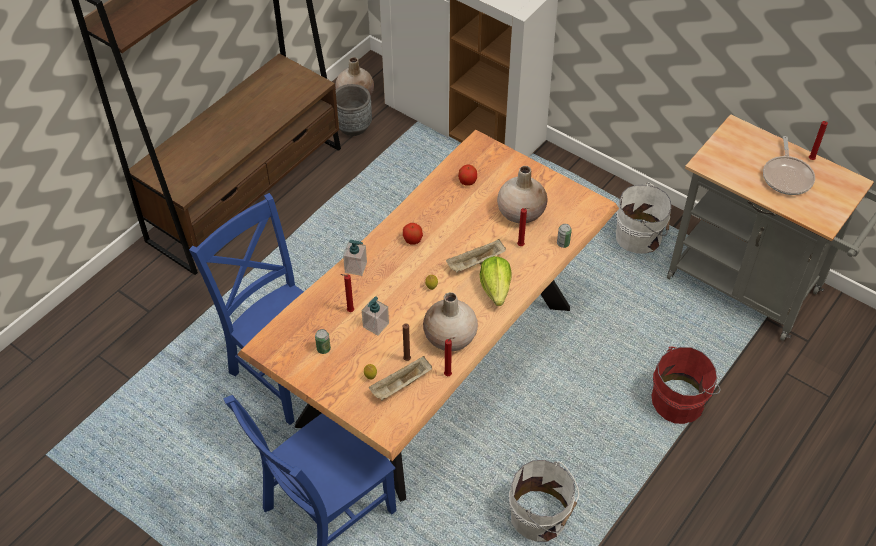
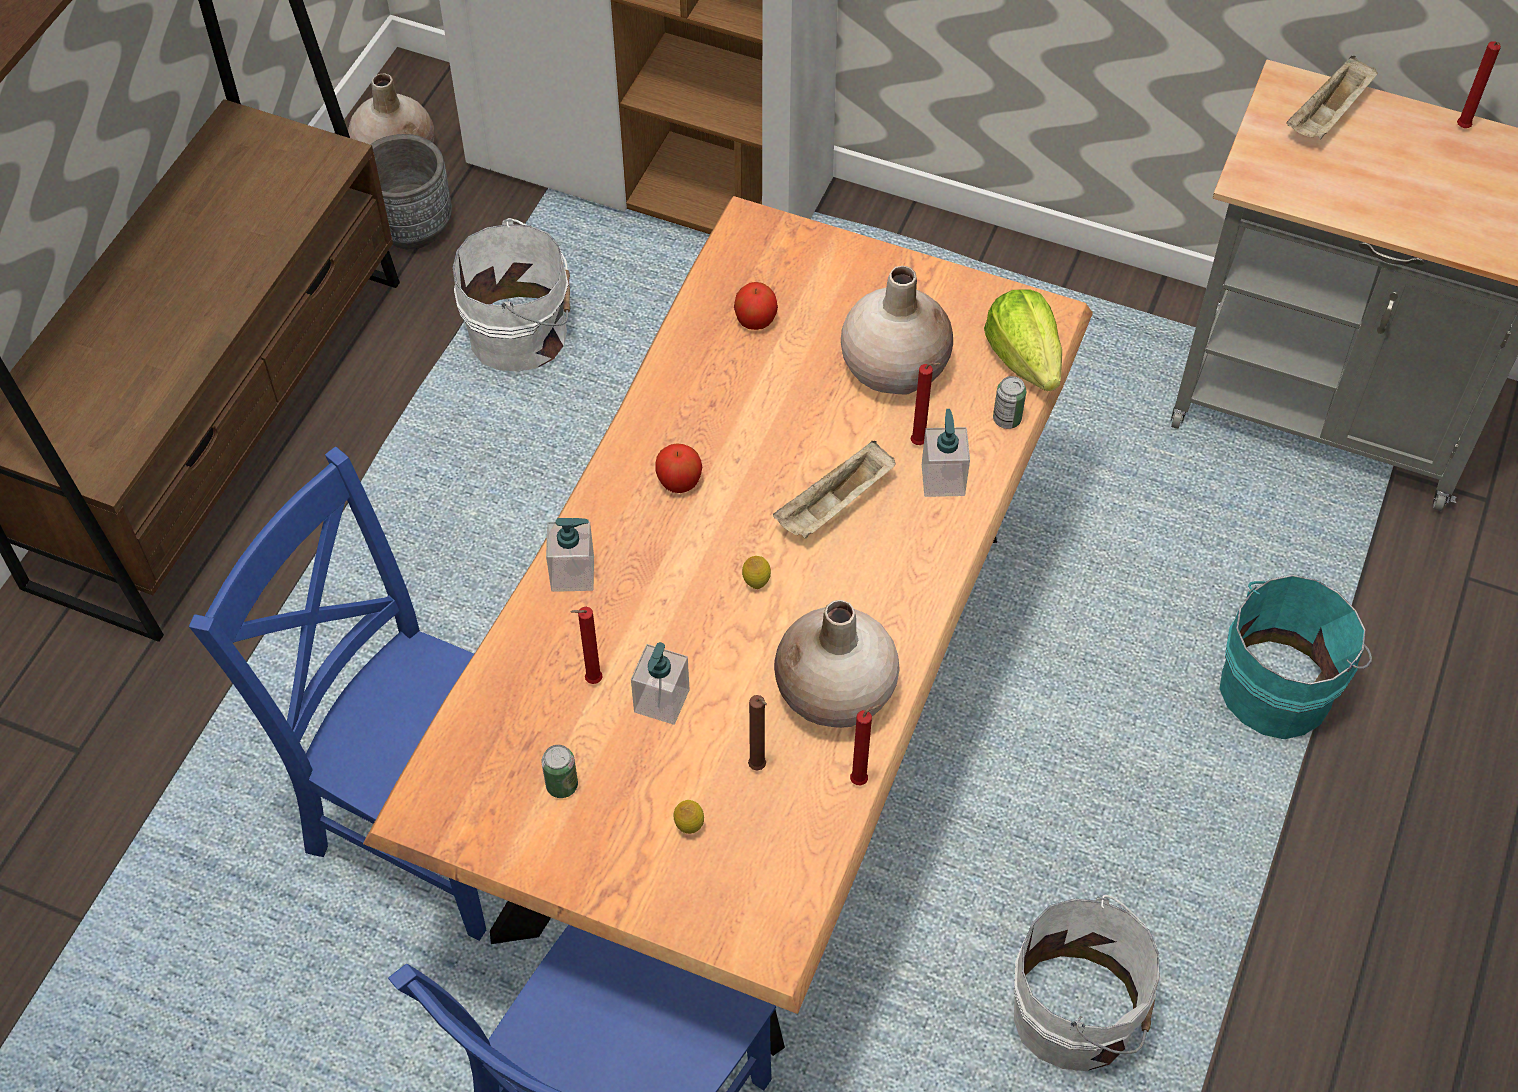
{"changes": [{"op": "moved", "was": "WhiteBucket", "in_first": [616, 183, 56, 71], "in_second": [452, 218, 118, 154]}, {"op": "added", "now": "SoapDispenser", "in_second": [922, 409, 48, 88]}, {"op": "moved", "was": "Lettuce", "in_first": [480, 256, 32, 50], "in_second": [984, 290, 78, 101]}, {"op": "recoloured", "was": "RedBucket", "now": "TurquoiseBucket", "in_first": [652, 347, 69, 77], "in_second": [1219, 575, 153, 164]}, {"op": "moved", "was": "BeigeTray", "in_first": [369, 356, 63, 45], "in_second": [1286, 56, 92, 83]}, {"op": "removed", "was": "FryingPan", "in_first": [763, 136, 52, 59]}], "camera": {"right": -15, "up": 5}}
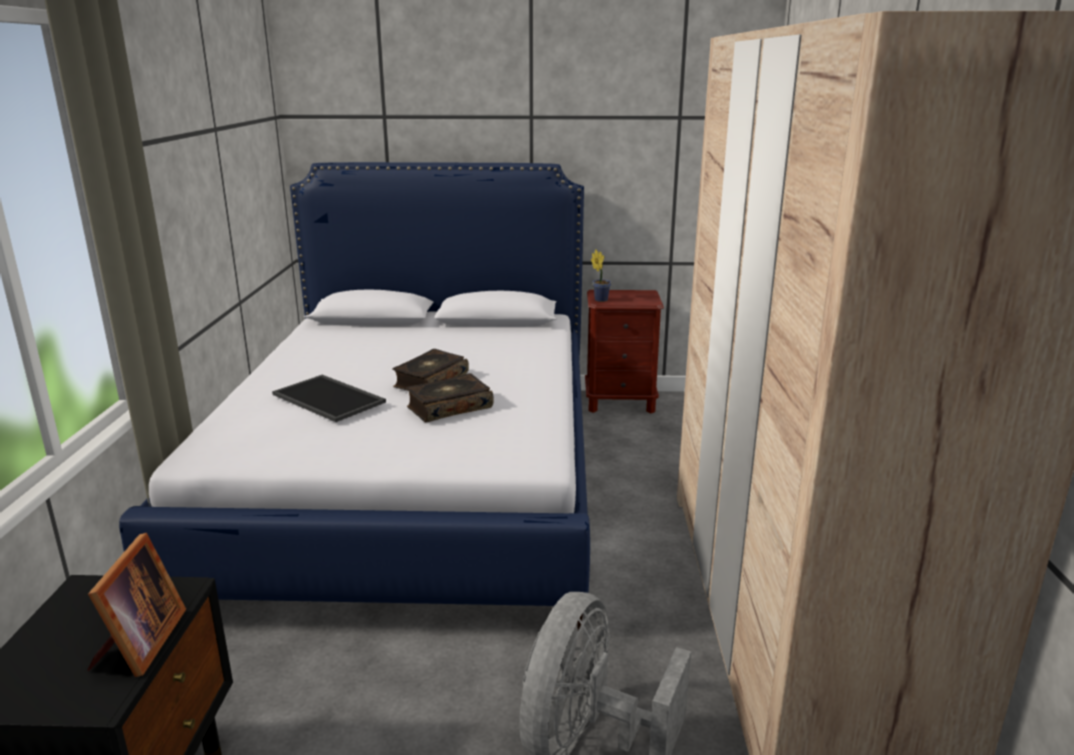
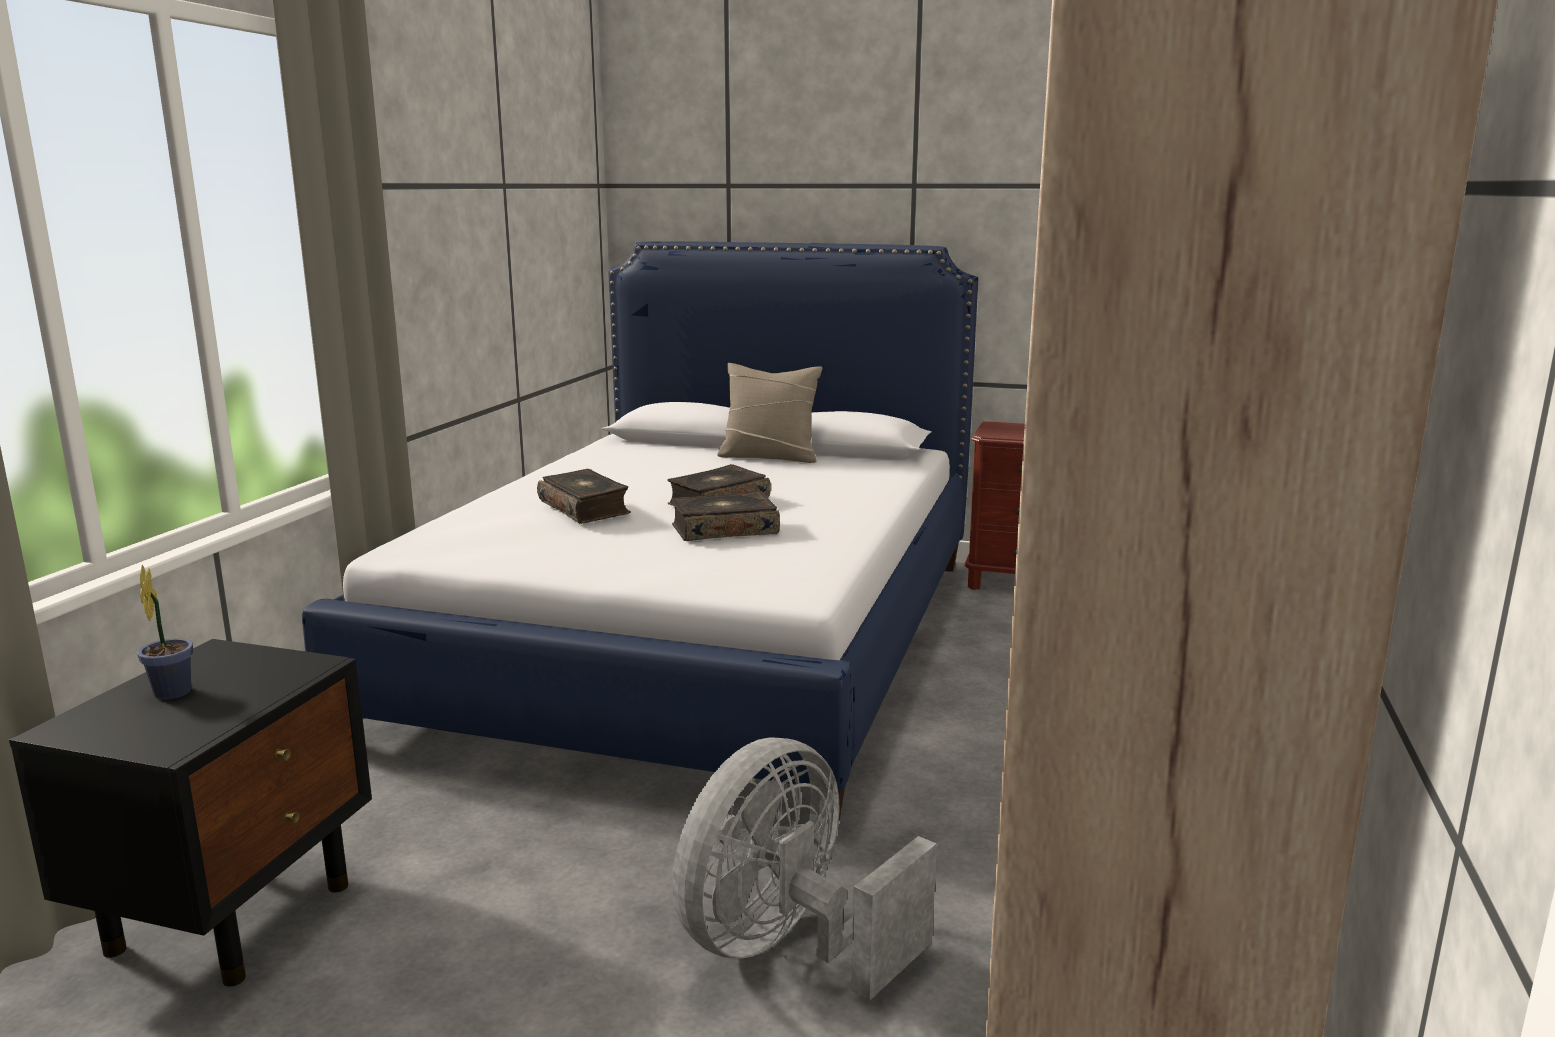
{"changes": [{"op": "moved", "was": "PottedPlant", "in_first": [591, 250, 20, 52], "in_second": [137, 565, 56, 135]}, {"op": "replaced", "was": "Tray", "now": "Book", "in_first": [272, 375, 114, 47], "in_second": [537, 469, 94, 55]}, {"op": "added", "now": "BeigePillow", "in_second": [717, 363, 105, 100]}, {"op": "removed", "was": "PictureFrame", "in_first": [88, 533, 98, 144]}], "camera": {"right": 15, "up": -5}}
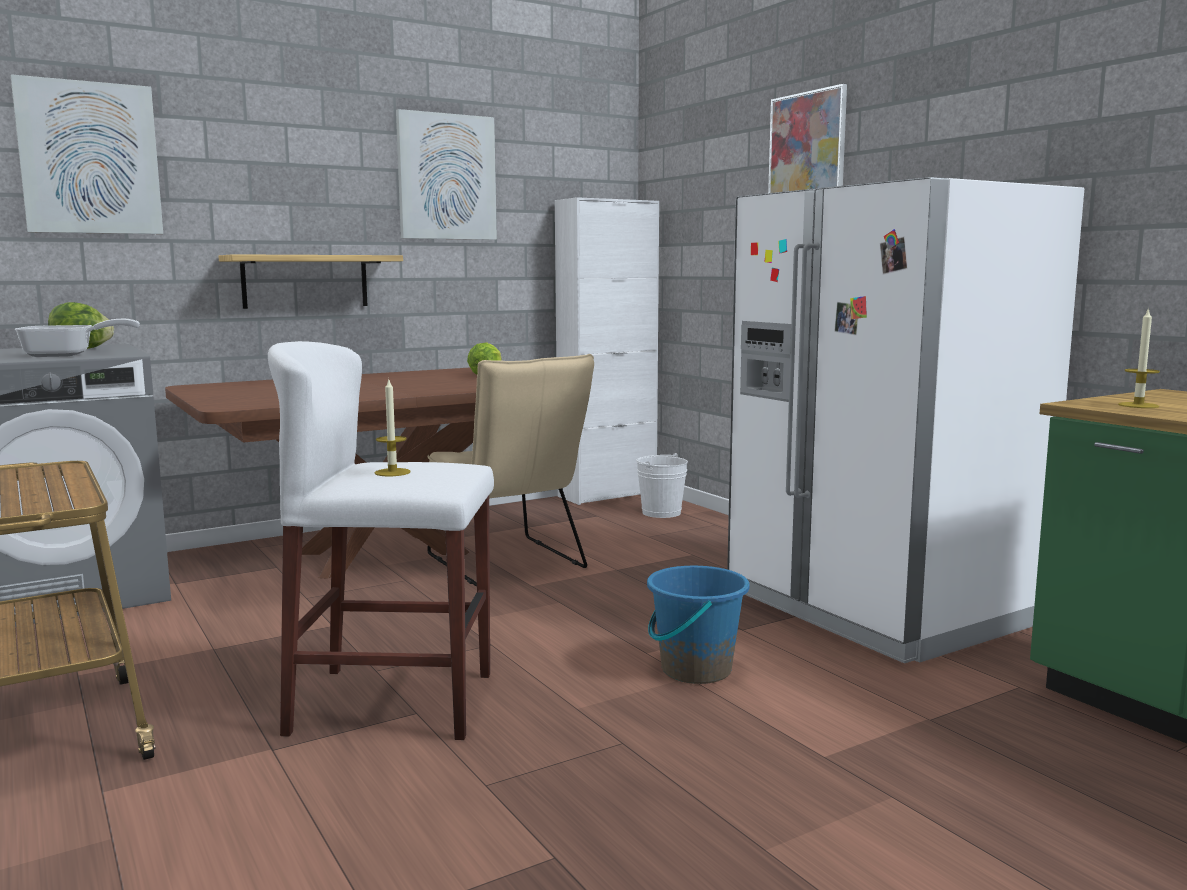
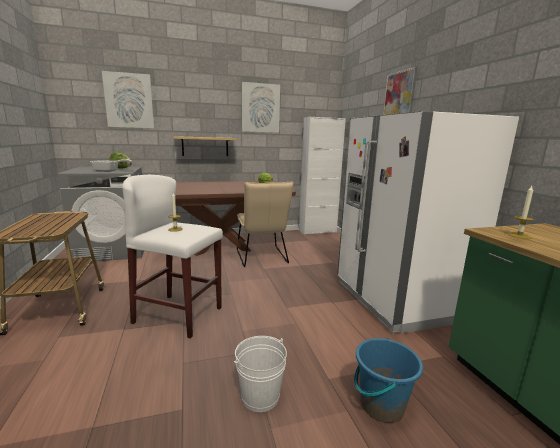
{"changes": [{"op": "moved", "was": "WhiteBucket", "in_first": [636, 453, 52, 65], "in_second": [234, 336, 53, 76]}, {"op": "moved", "was": "BlueBucket", "in_first": [647, 565, 103, 119], "in_second": [354, 338, 69, 85]}], "camera": {"right": 15, "up": 5}}
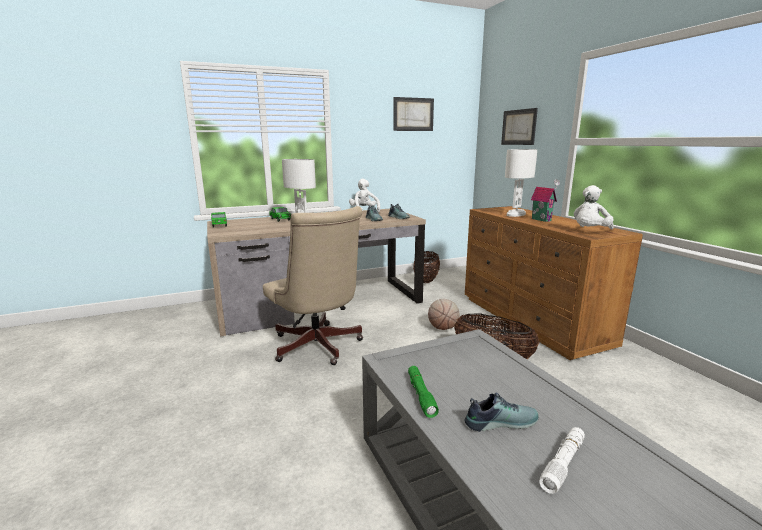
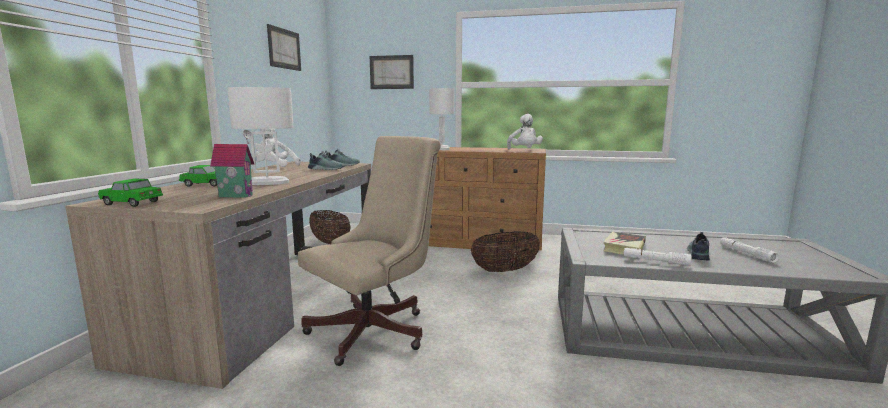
{"changes": [{"op": "moved", "was": "ToyHouse", "in_first": [531, 179, 29, 43], "in_second": [210, 130, 44, 68]}, {"op": "turned", "was": "BeigeOfficeChair", "in_first": [263, 206, 100, 159], "in_second": [298, 136, 143, 230], "clockwise": -45}, {"op": "added", "now": "Book", "in_second": [603, 232, 43, 23]}, {"op": "recoloured", "was": "GreenFlashlight", "now": "WhiteFlashlight", "in_first": [408, 366, 31, 52], "in_second": [624, 248, 67, 18]}, {"op": "removed", "was": "Basketball", "in_first": [428, 299, 32, 31]}], "camera": {"right": -55, "up": -5}}
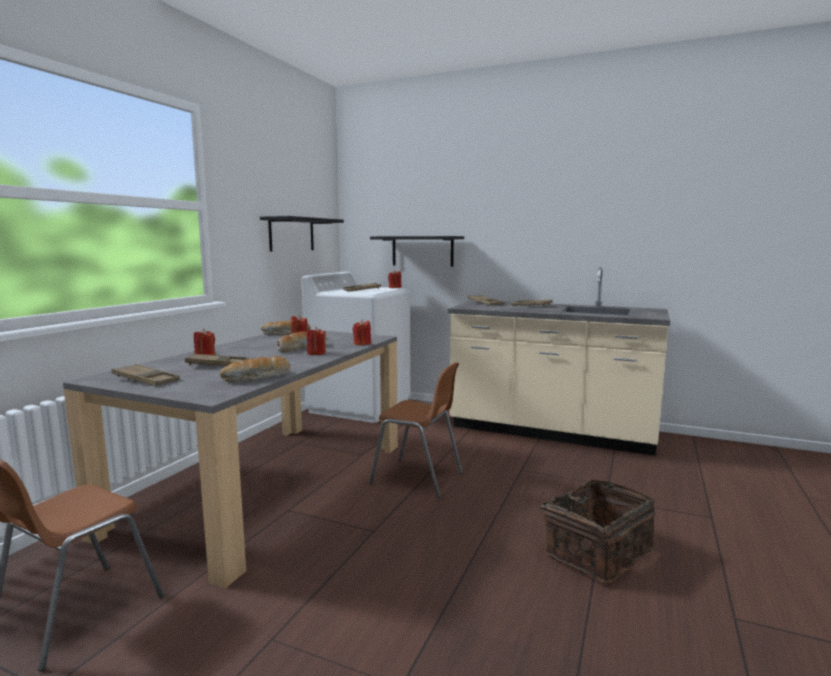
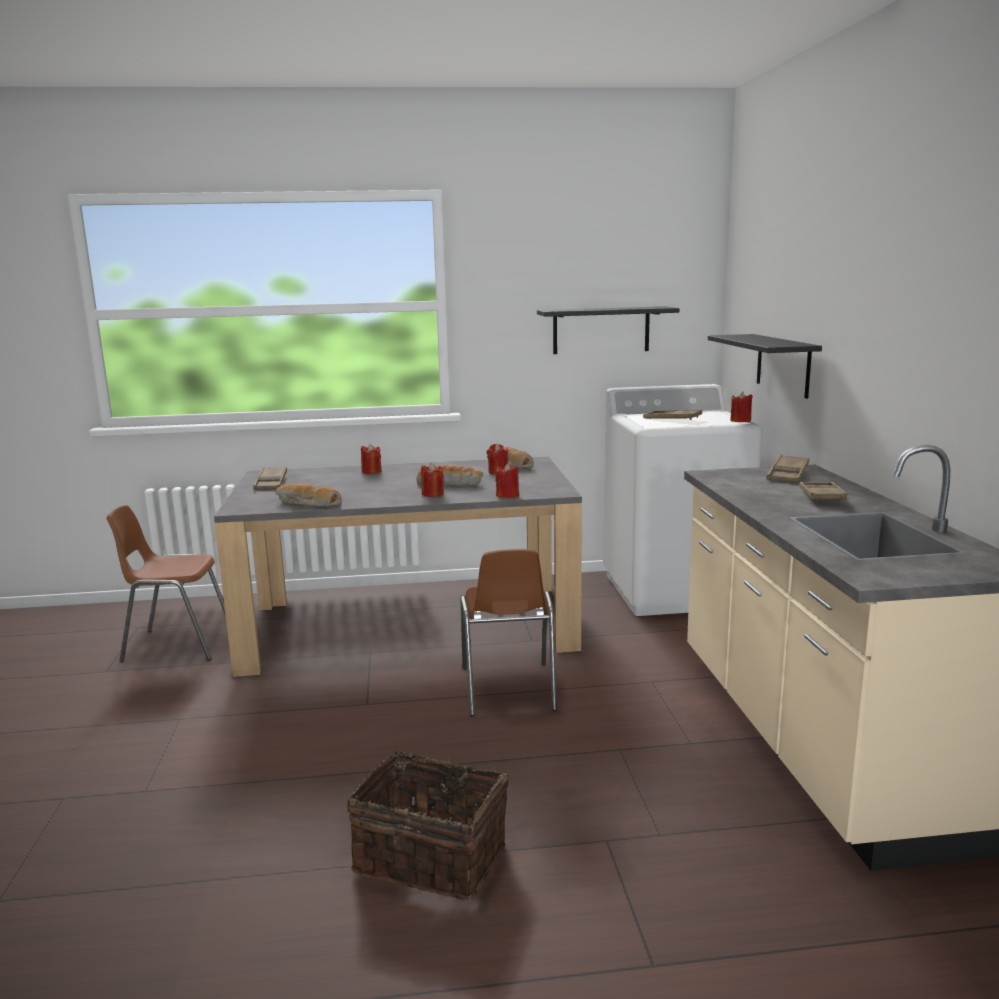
{"changes": [{"op": "removed", "was": "BrownTray", "in_first": [185, 354, 64, 12]}], "camera": {"right": 60, "up": 5}}
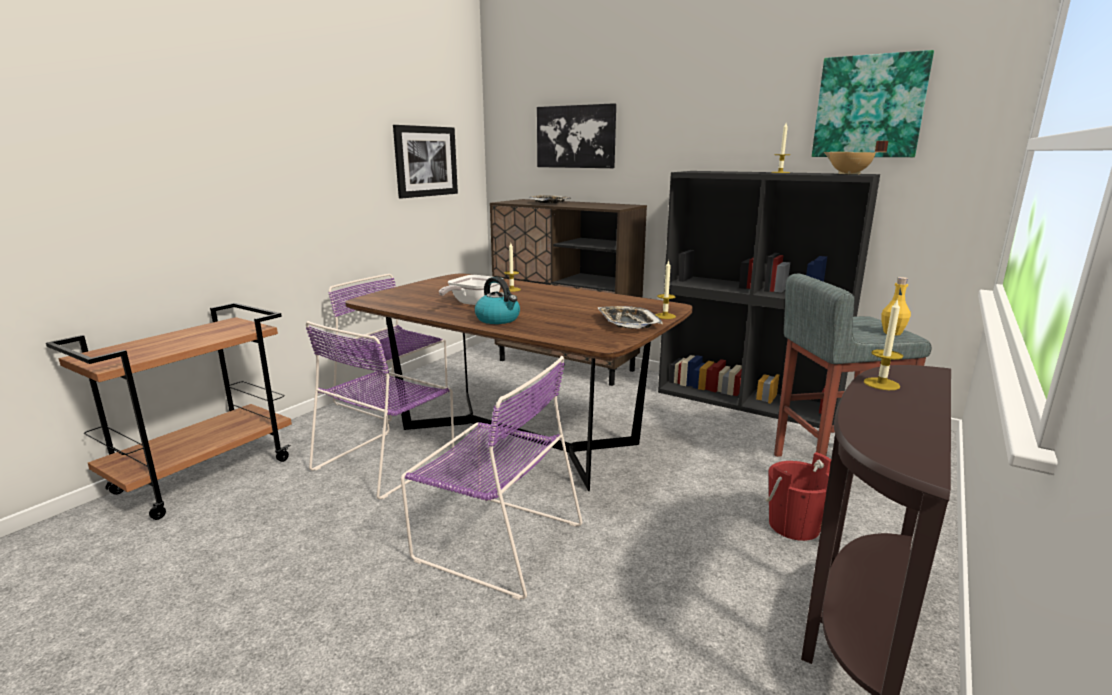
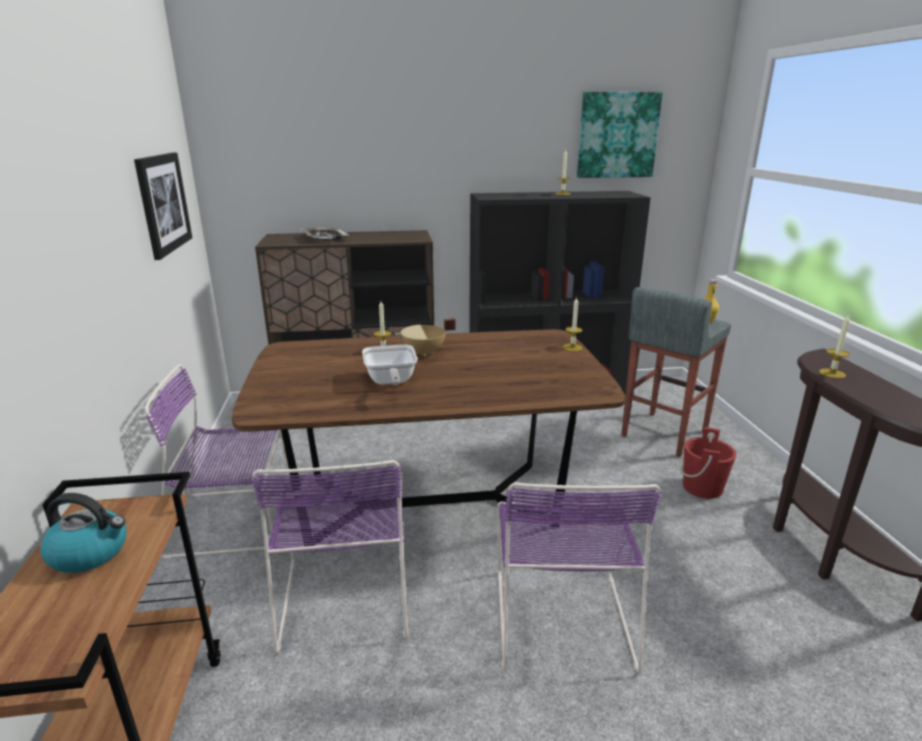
{"changes": [{"op": "moved", "was": "Kettle", "in_first": [475, 277, 45, 47], "in_second": [40, 493, 86, 80]}, {"op": "moved", "was": "BeigeCookingPot", "in_first": [824, 141, 64, 34], "in_second": [395, 318, 61, 39]}, {"op": "turned", "was": "PurpleChair", "in_first": [401, 356, 181, 244], "in_second": [497, 482, 164, 191], "clockwise": 105}, {"op": "removed", "was": "Picture", "in_first": [537, 103, 79, 65]}, {"op": "removed", "was": "Tray", "in_first": [598, 306, 65, 23]}], "camera": {"right": -40, "up": 5}}
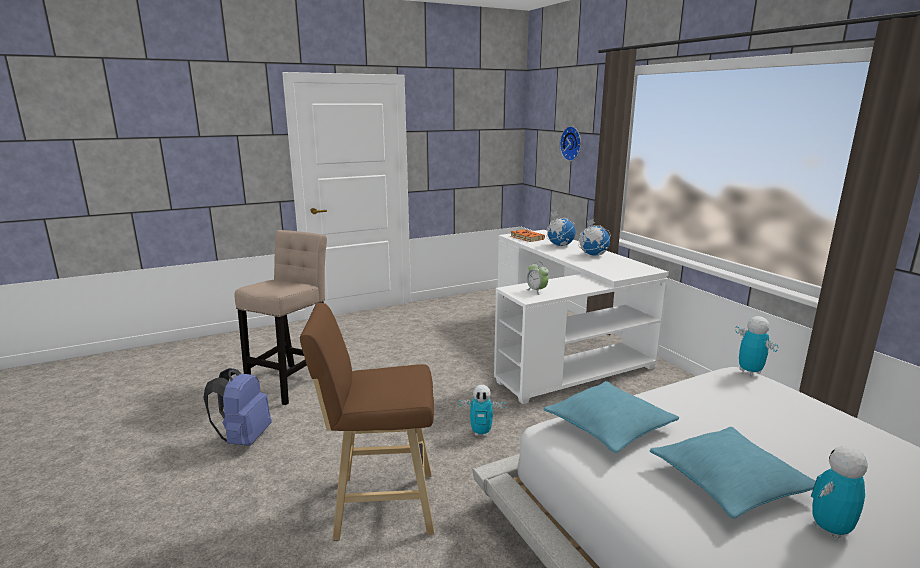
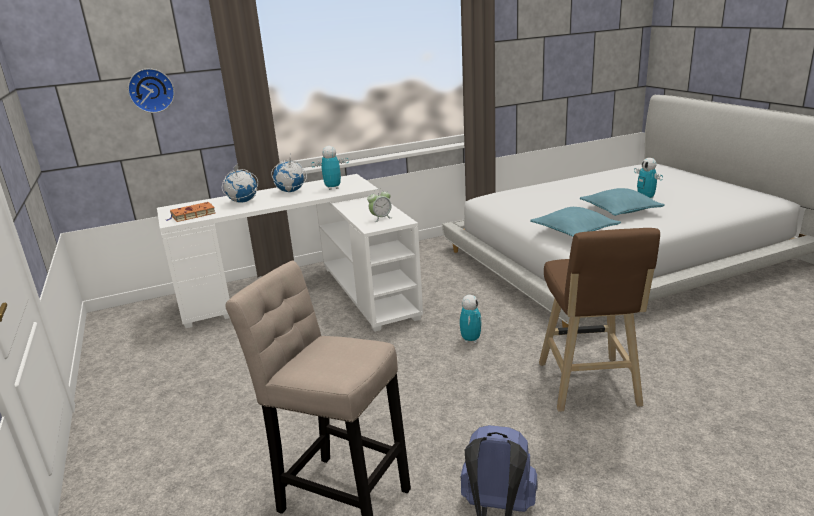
{"changes": [{"op": "moved", "was": "ToyRobot", "in_first": [735, 316, 44, 59], "in_second": [311, 146, 38, 44]}], "camera": {"right": -85, "up": 5}}
